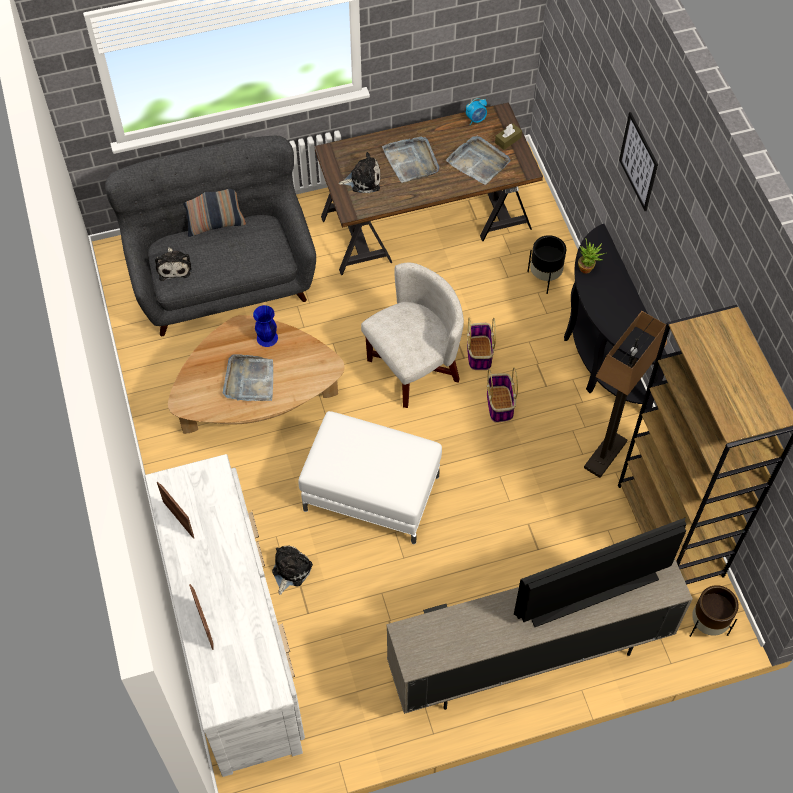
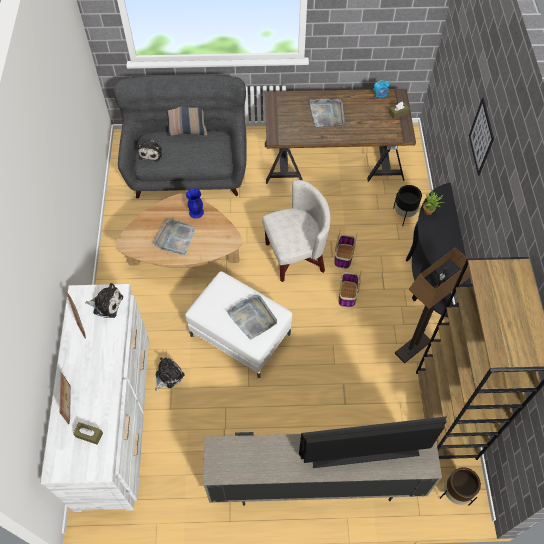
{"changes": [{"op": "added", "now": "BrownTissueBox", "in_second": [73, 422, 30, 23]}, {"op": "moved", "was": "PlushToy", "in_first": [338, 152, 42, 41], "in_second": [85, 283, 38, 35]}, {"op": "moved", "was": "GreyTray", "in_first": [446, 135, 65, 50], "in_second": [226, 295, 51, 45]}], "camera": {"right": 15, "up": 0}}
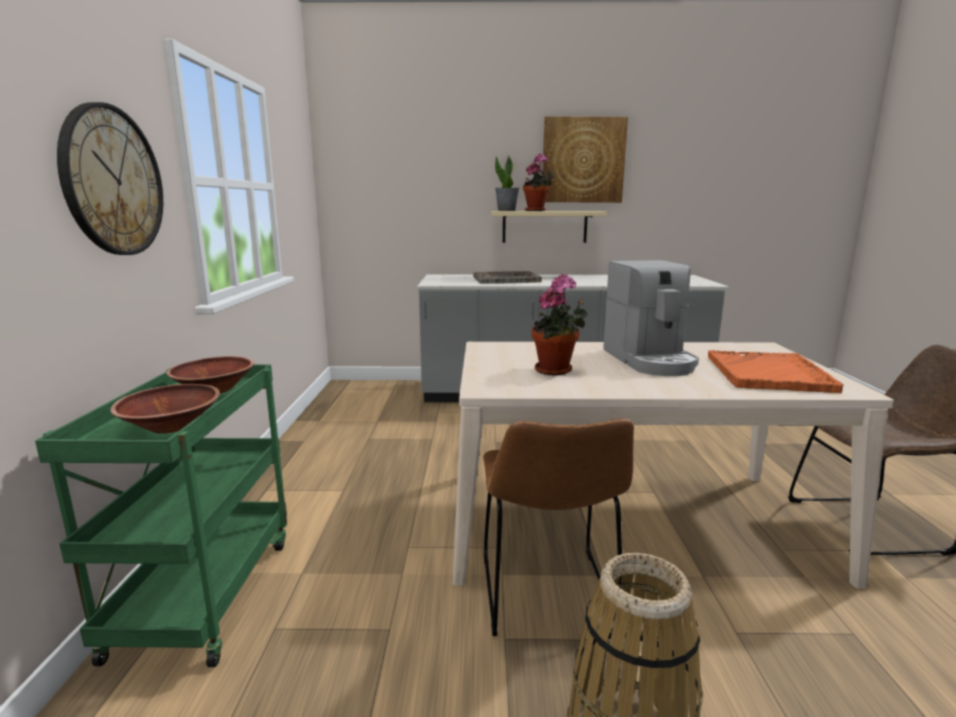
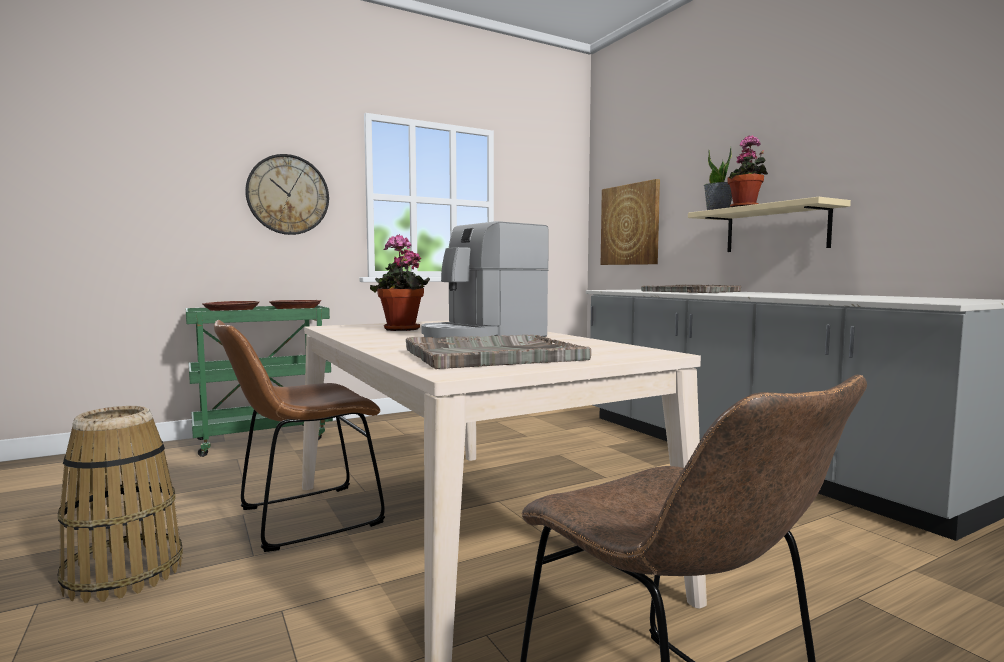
{"changes": [{"op": "recoloured", "was": "OrangeTray", "now": "GreyTray", "in_first": [708, 350, 136, 43], "in_second": [406, 335, 185, 34]}, {"op": "moved", "was": "Picture", "in_first": [542, 116, 86, 87], "in_second": [601, 179, 59, 86]}], "camera": {"right": 60, "up": -10}}
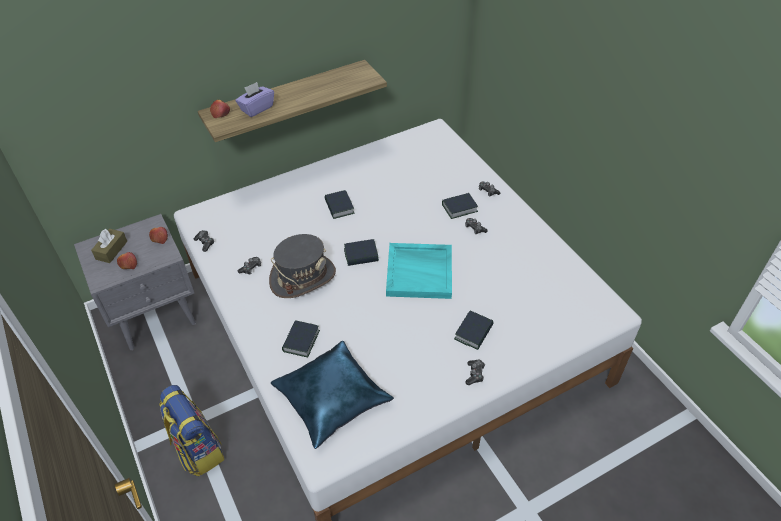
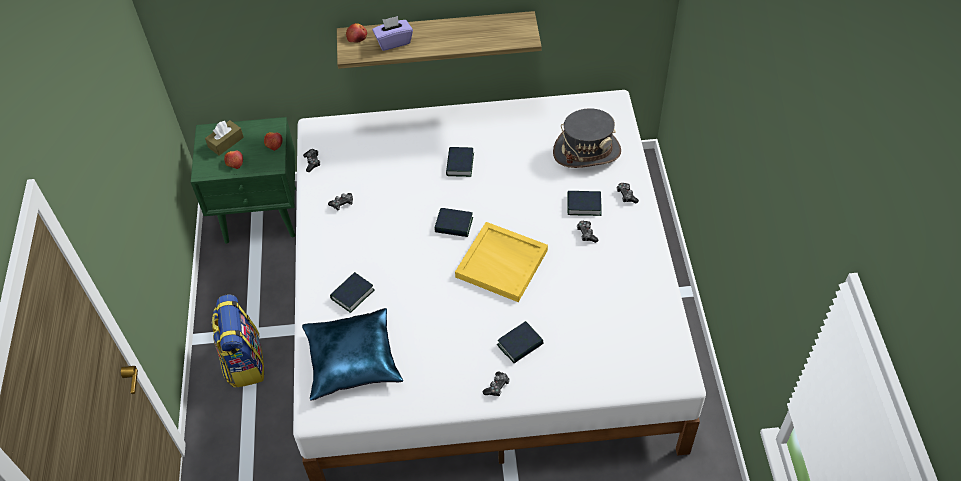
{"changes": [{"op": "recoloured", "was": "GreyNightstand", "now": "GreenNightstand", "in_first": [74, 214, 122, 136], "in_second": [191, 117, 105, 127]}, {"op": "recoloured", "was": "TurquoiseTray", "now": "YellowTray", "in_first": [386, 243, 66, 56], "in_second": [455, 222, 93, 80]}, {"op": "moved", "was": "GreyHat", "in_first": [269, 234, 67, 64], "in_second": [553, 108, 68, 60]}], "camera": {"right": 25, "up": 5}}
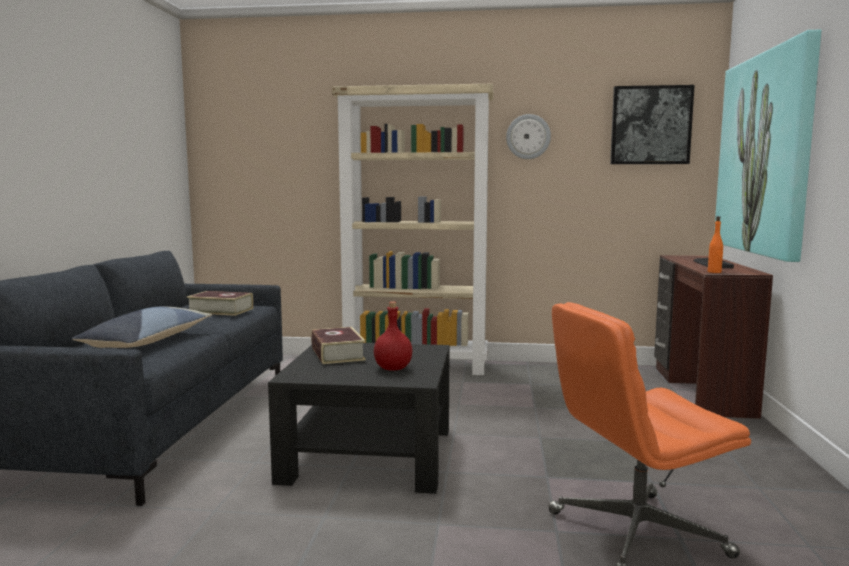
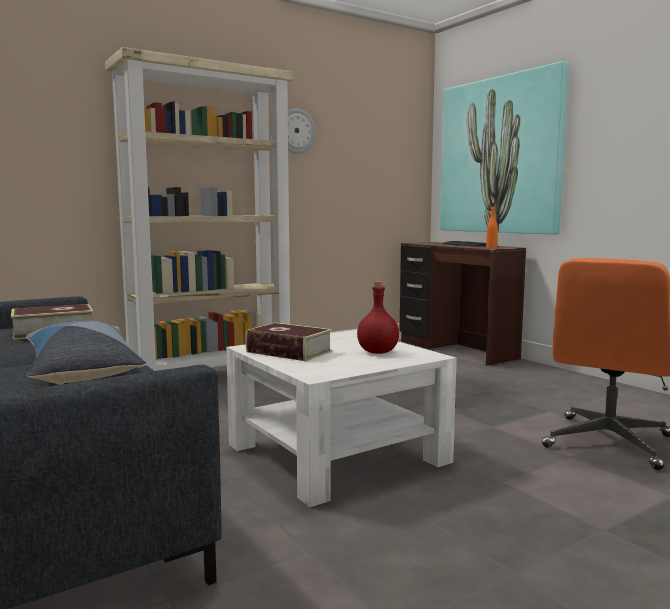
{"changes": [{"op": "recoloured", "was": "BlackCoffeeTable", "now": "WhiteCoffeeTable", "in_first": [268, 343, 182, 151], "in_second": [226, 330, 231, 177]}, {"op": "removed", "was": "Picture", "in_first": [610, 85, 85, 79]}], "camera": {"right": -40, "up": 0}}
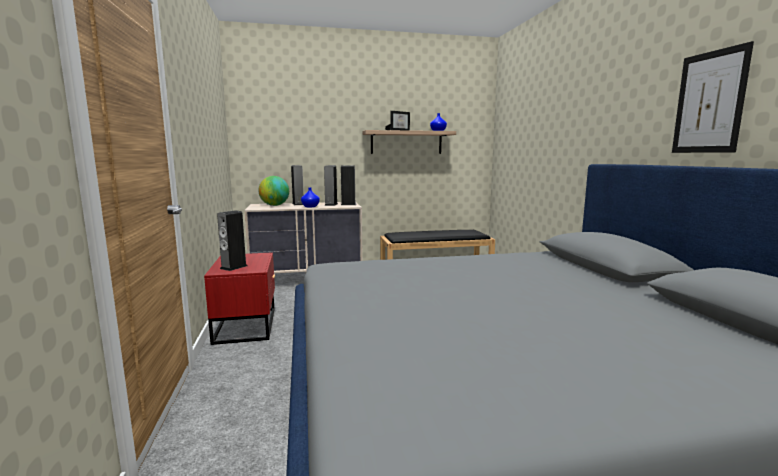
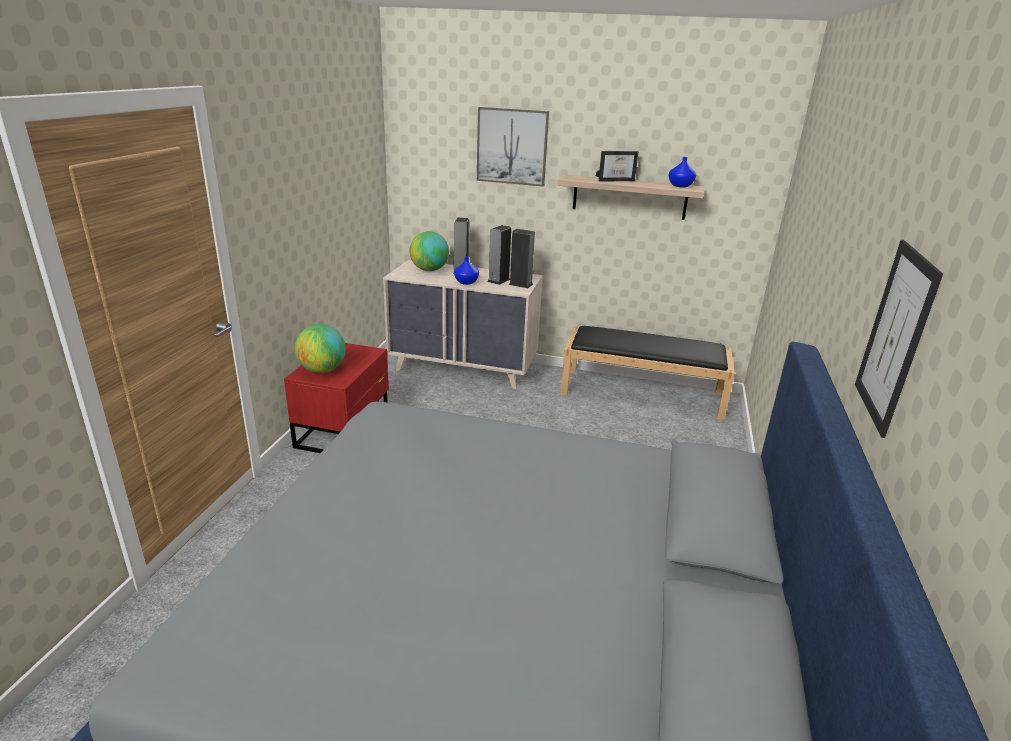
{"changes": [{"op": "replaced", "was": "Speaker", "now": "Globe", "in_first": [217, 210, 31, 61], "in_second": [295, 324, 51, 49]}, {"op": "added", "now": "Picture", "in_second": [477, 107, 72, 79]}], "camera": {"right": 25, "up": 15}}
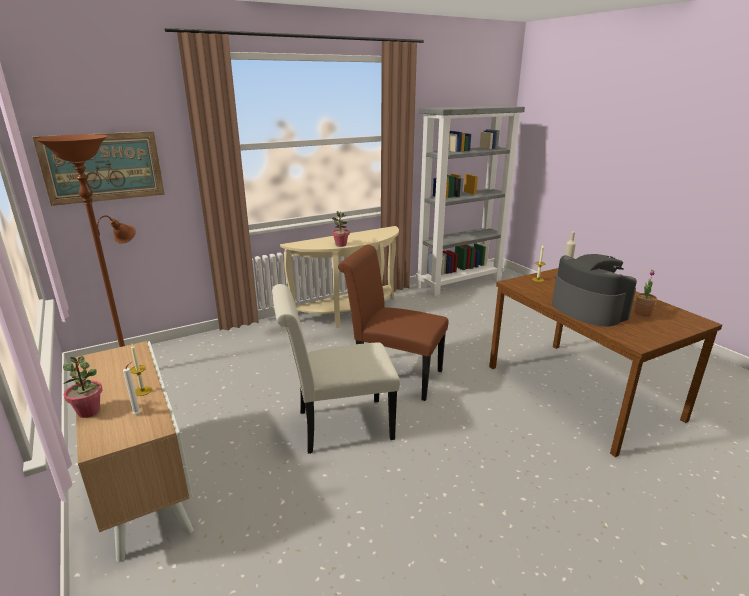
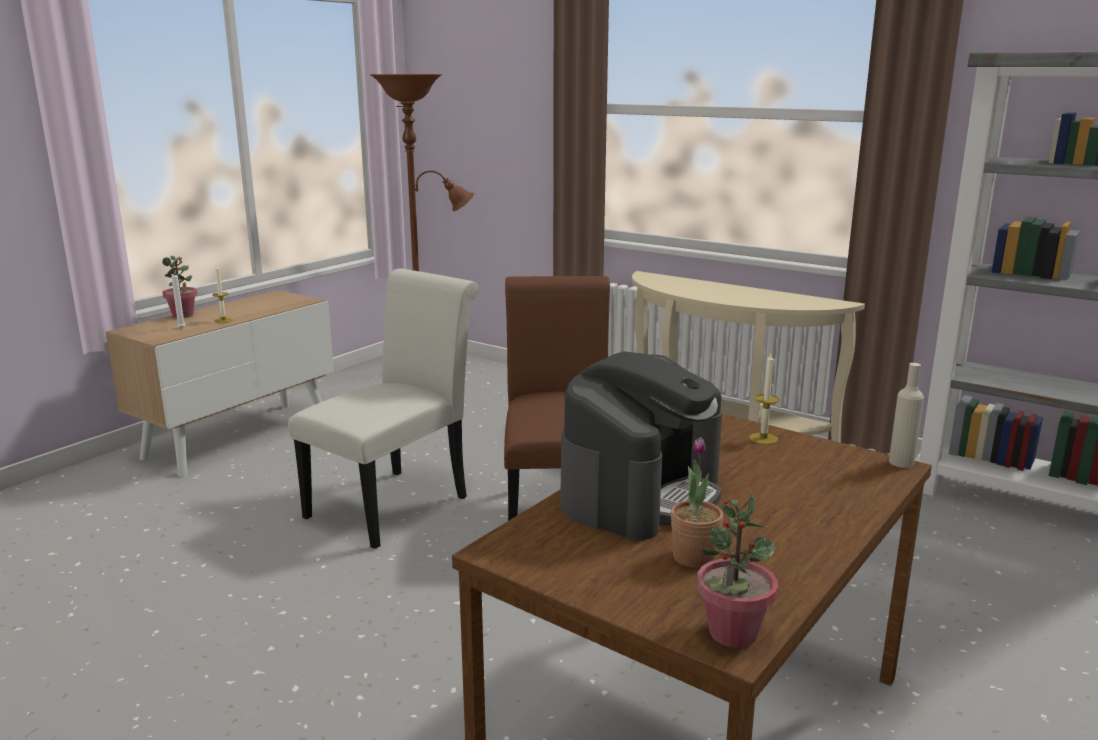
{"changes": [{"op": "turned", "was": "WhiteChair", "in_first": [272, 284, 128, 170], "in_second": [288, 269, 190, 280], "clockwise": 75}, {"op": "moved", "was": "PottedPlant", "in_first": [332, 211, 18, 36], "in_second": [697, 490, 81, 158]}, {"op": "removed", "was": "Picture", "in_first": [33, 131, 132, 75]}], "camera": {"right": 65, "up": -5}}
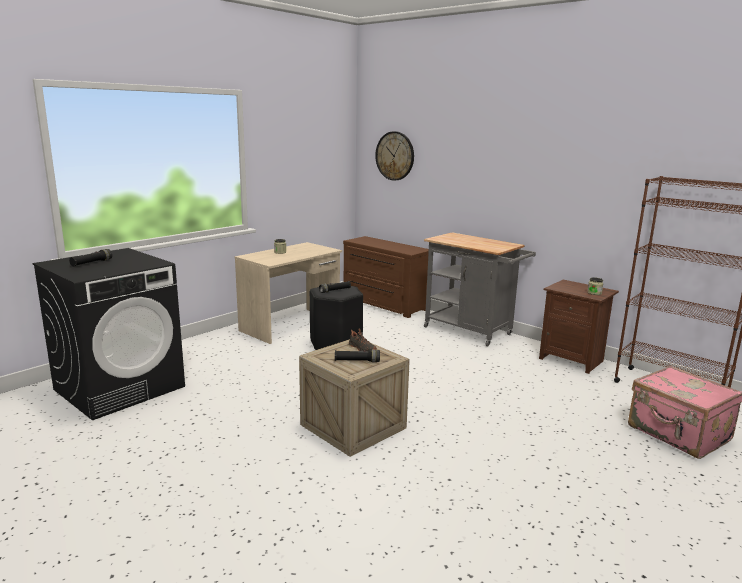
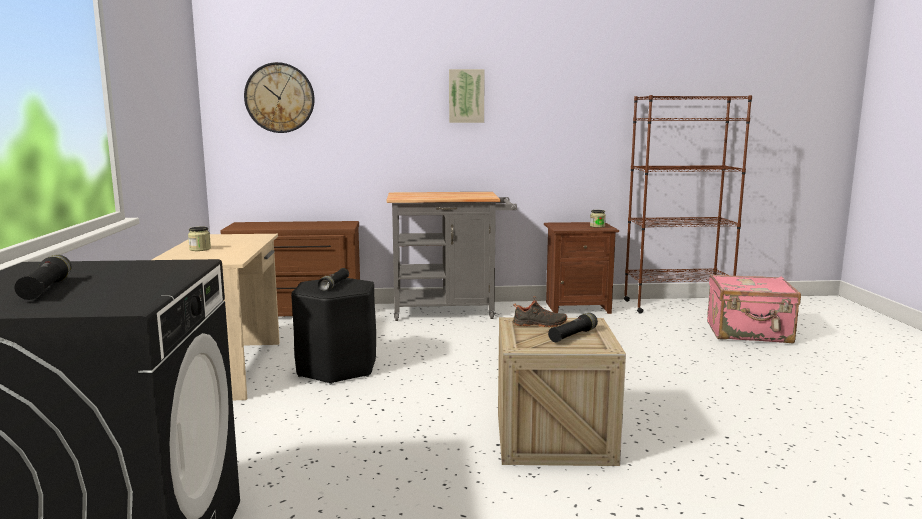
{"changes": [{"op": "added", "now": "Picture", "in_second": [449, 69, 36, 54]}], "camera": {"right": -45, "up": -5}}
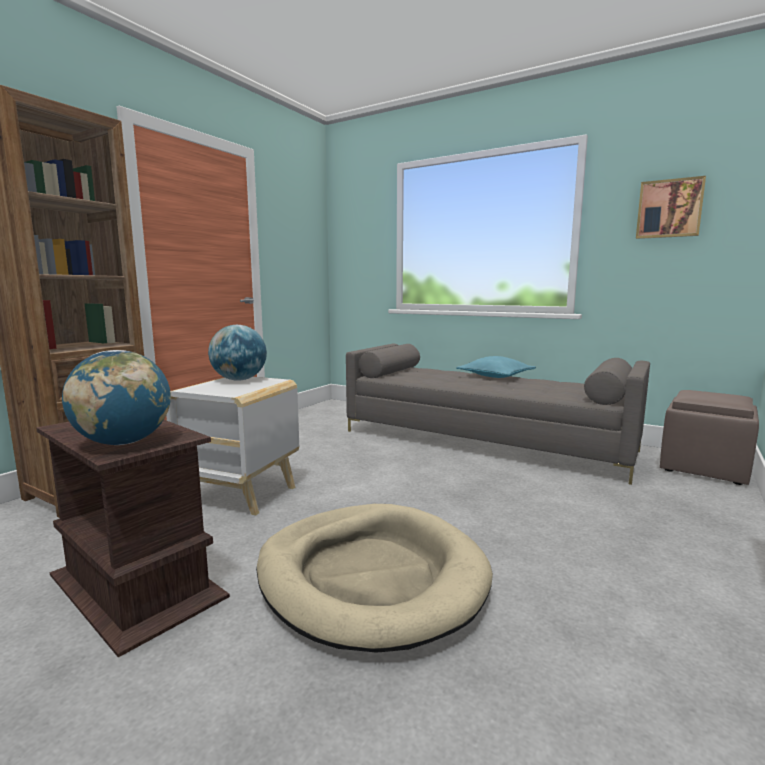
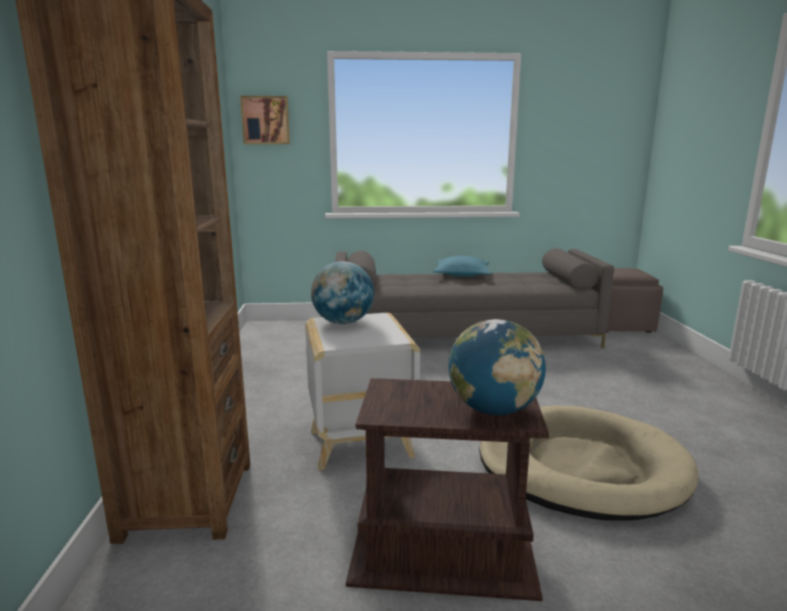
{"changes": [{"op": "moved", "was": "Picture", "in_first": [636, 176, 70, 63], "in_second": [240, 96, 50, 48]}], "camera": {"right": -35, "up": 5}}
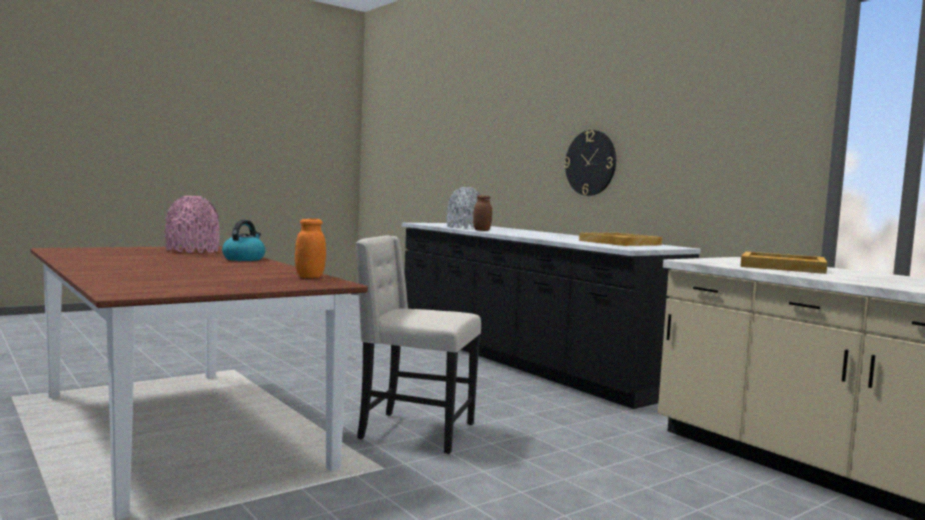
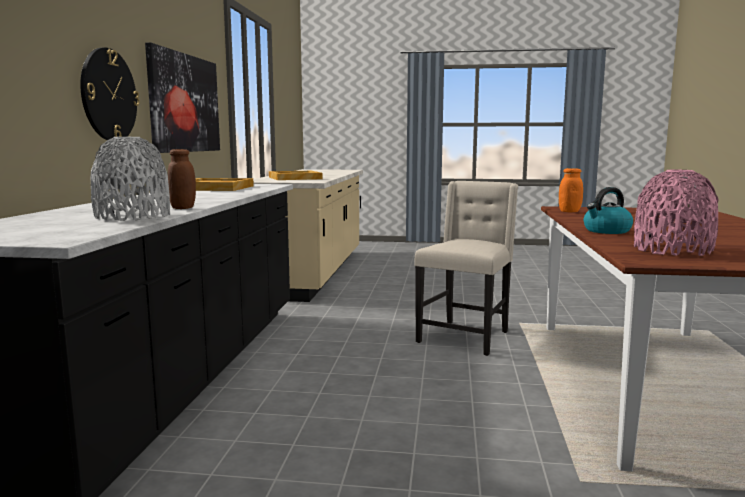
{"changes": [{"op": "added", "now": "Picture", "in_second": [145, 42, 75, 111]}, {"op": "turned", "was": "BeigeChair", "in_first": [356, 235, 125, 219], "in_second": [414, 181, 104, 175], "clockwise": -120}], "camera": {"right": -135, "up": 5}}
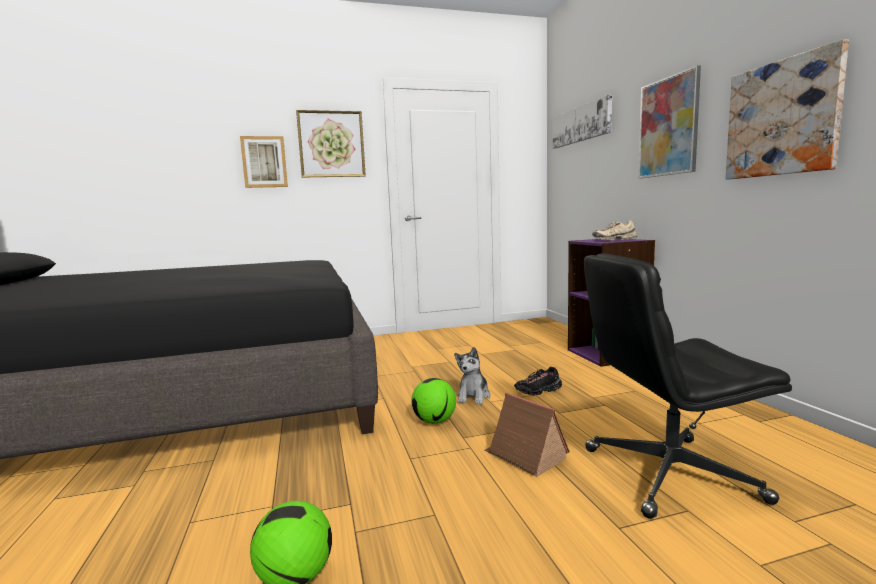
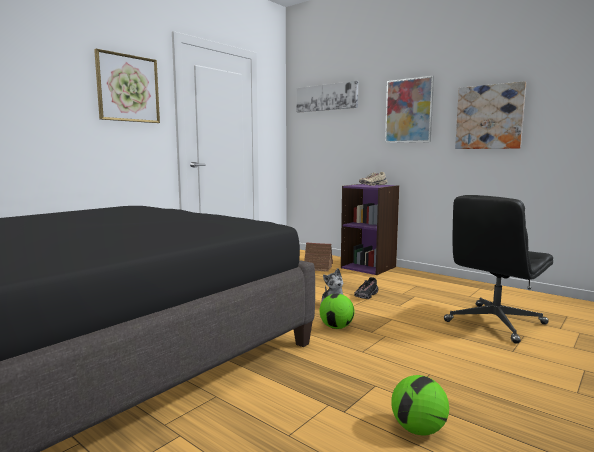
{"changes": [{"op": "moved", "was": "ToyHouse", "in_first": [485, 392, 85, 85], "in_second": [304, 242, 29, 30]}, {"op": "removed", "was": "Picture", "in_first": [240, 136, 48, 52]}], "camera": {"right": -35, "up": 0}}
